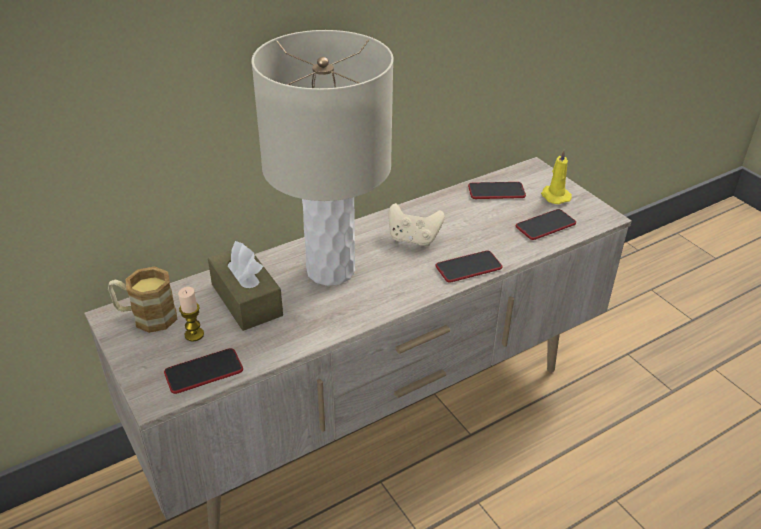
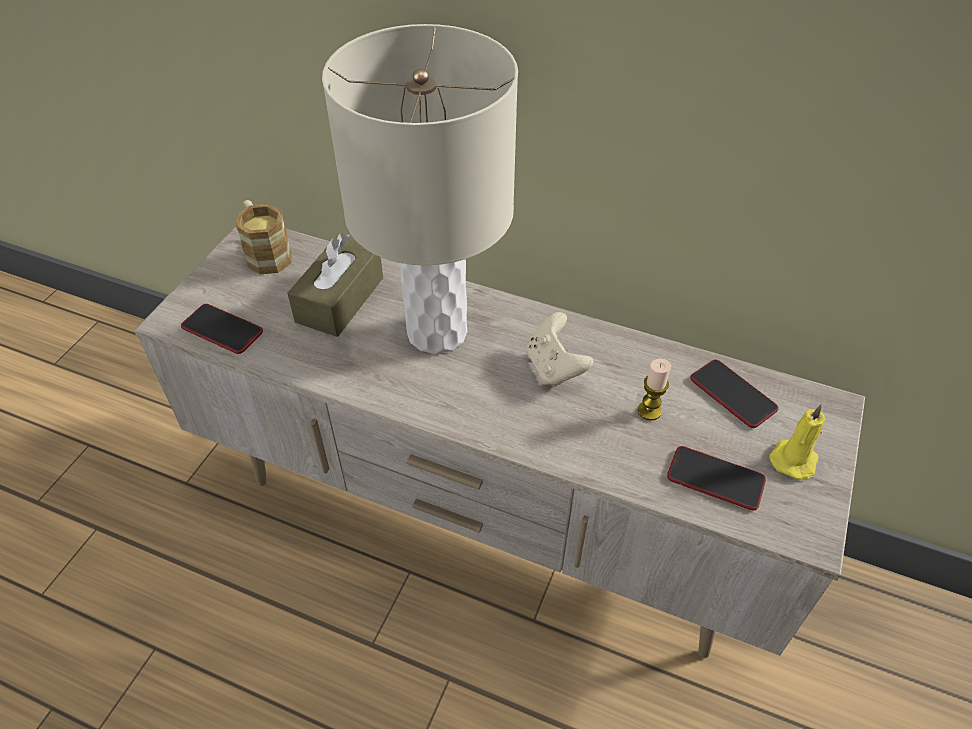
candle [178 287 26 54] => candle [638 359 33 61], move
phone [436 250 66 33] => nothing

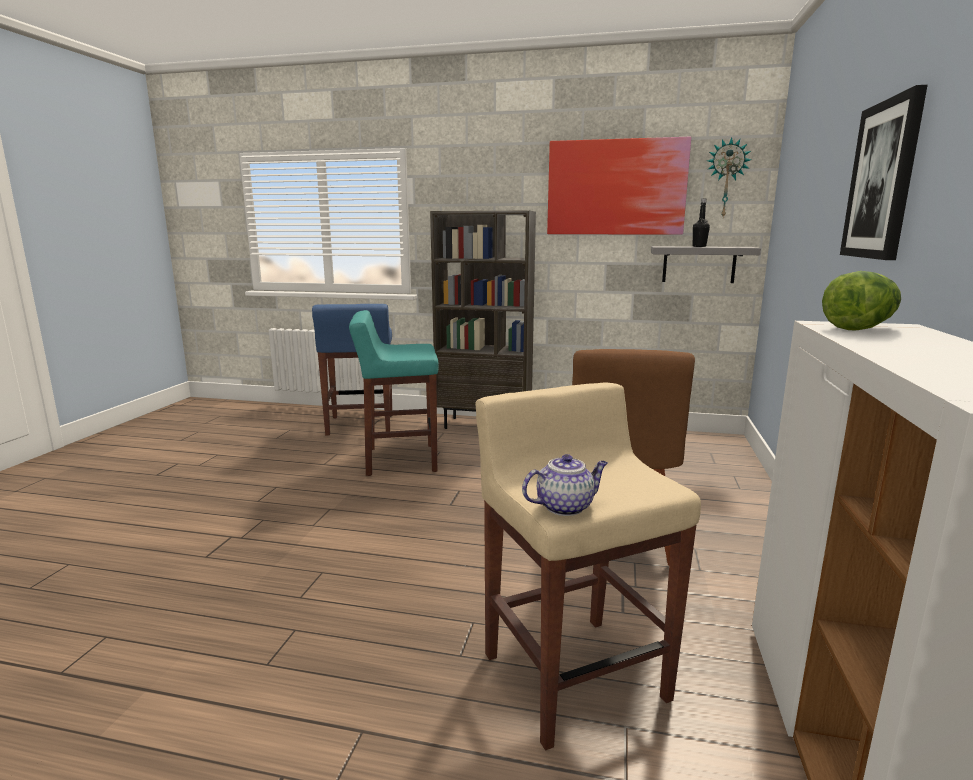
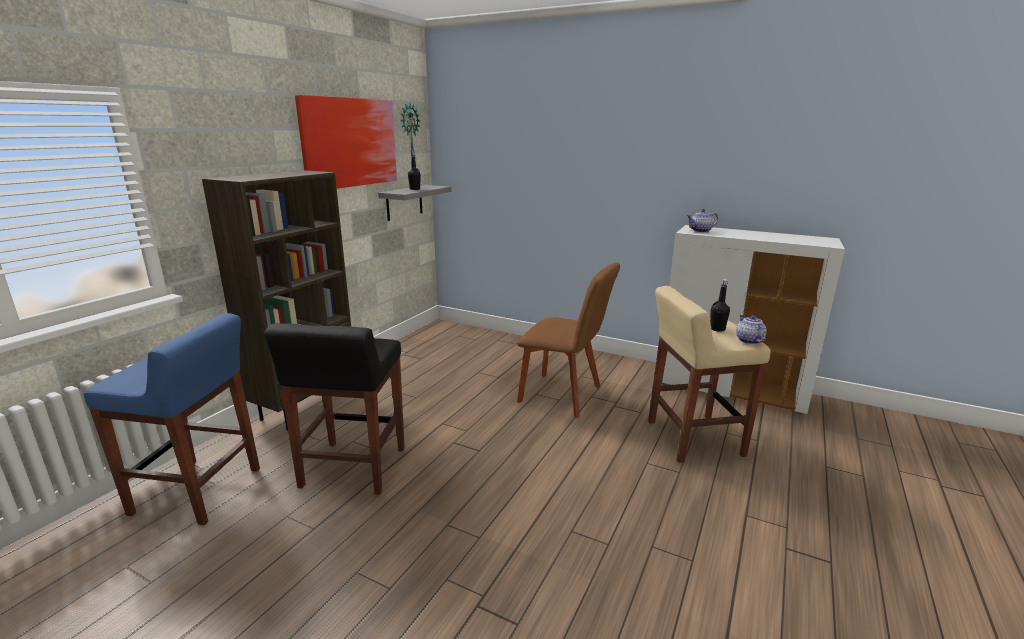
stool (turquoise) [349 310 89 166] => stool (black) [264 323 141 172]
lettuce [822 271 79 59] => teapot [687 209 31 23]
nothing => bottle (black) [710 279 20 53]
picture [840 85 88 175] => nothing

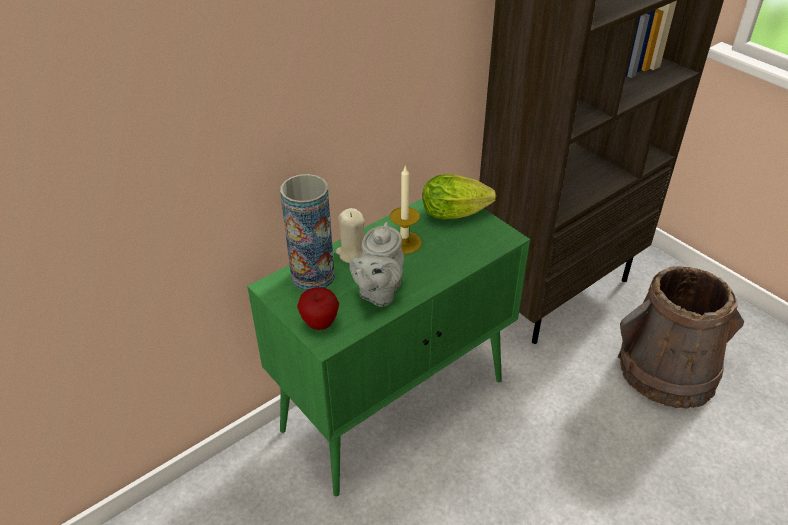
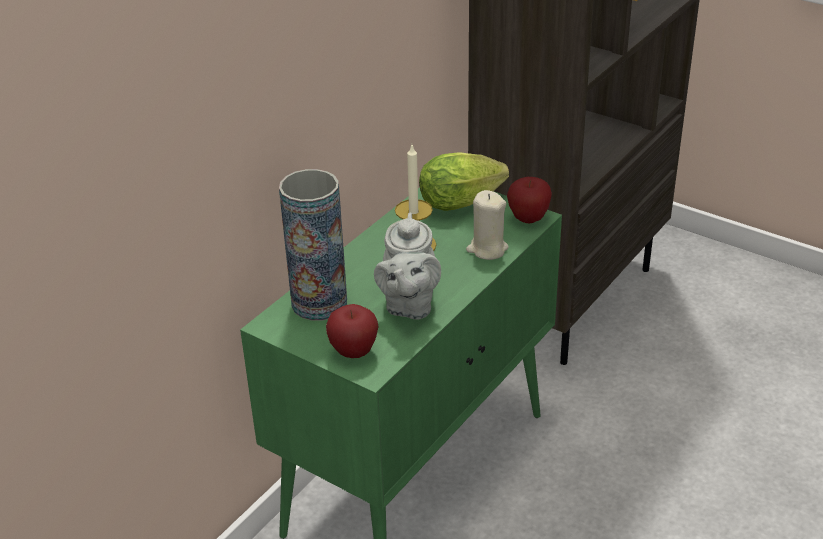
candle (beige) [336 208 29 55] => candle (beige) [466 190 43 70], move
nothing => apple [507 177 45 46]
bucket (brown) [618 266 126 143] => nothing

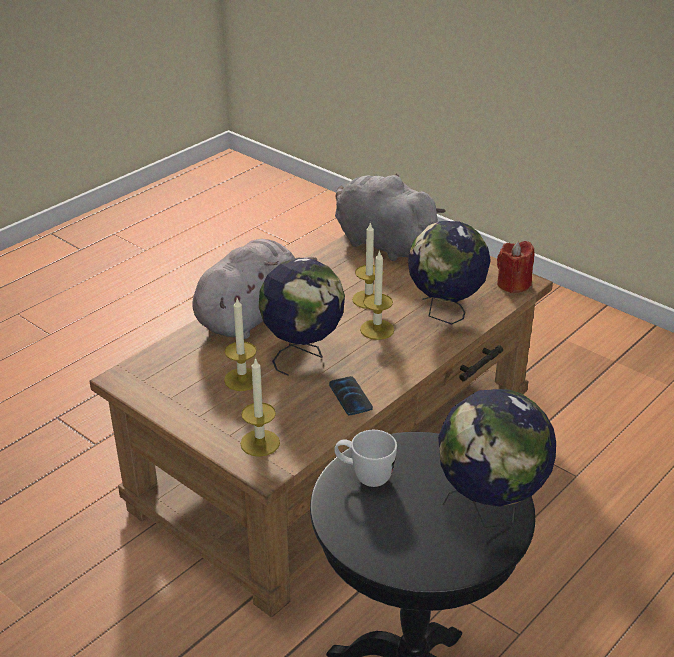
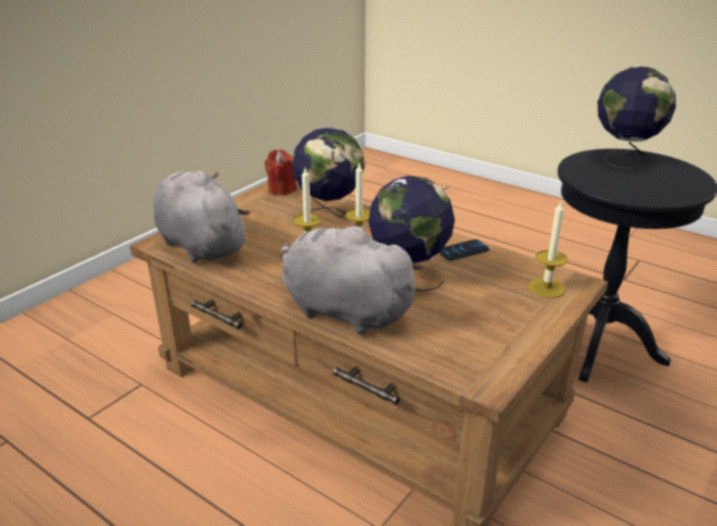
plush toy (grey) [335 174 111 87] => plush toy (grey) [153 171 97 92], 105 degrees clockwise
candle [224 299 33 92] => nothing
mug (white) [334 430 63 57] => nothing

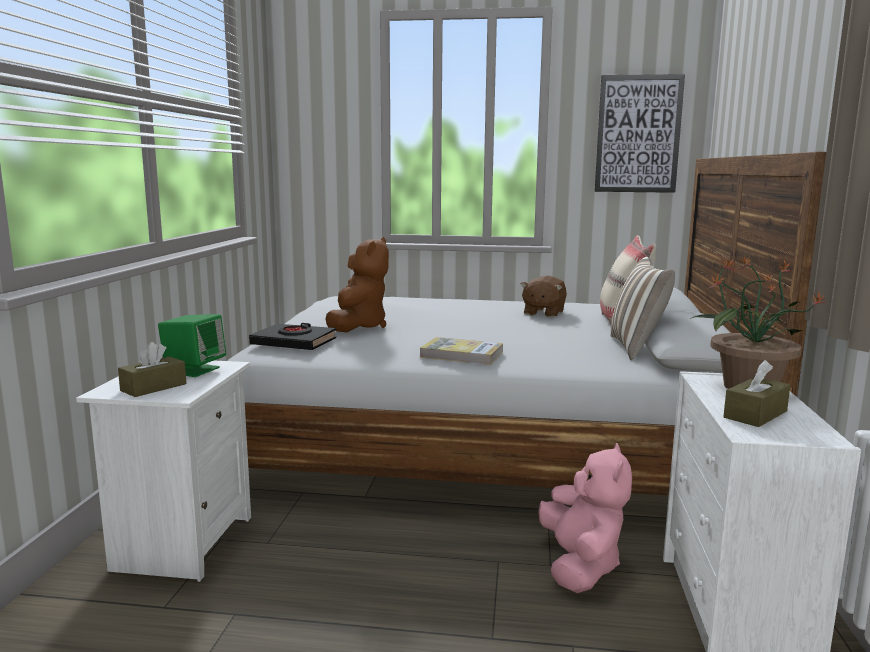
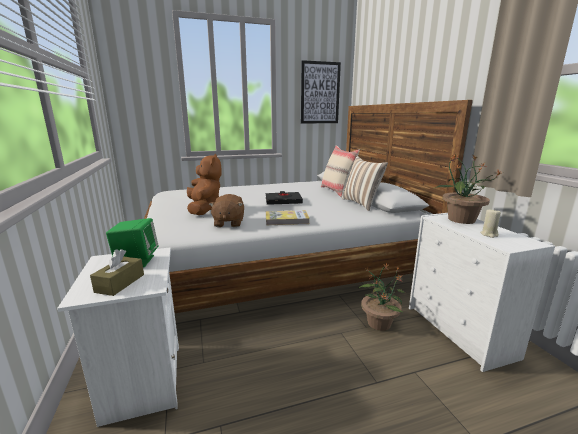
plush toy (brown) [520 276 47 41] => plush toy (brown) [209 194 35 33], move
book (black) [249 323 87 27] => book (black) [266 191 37 14], move
plush toy (pink) [538 443 94 150] => potted plant [359 263 46 68]
tissue box (brown) [723 360 67 67] => candle (beige) [480 208 21 30]

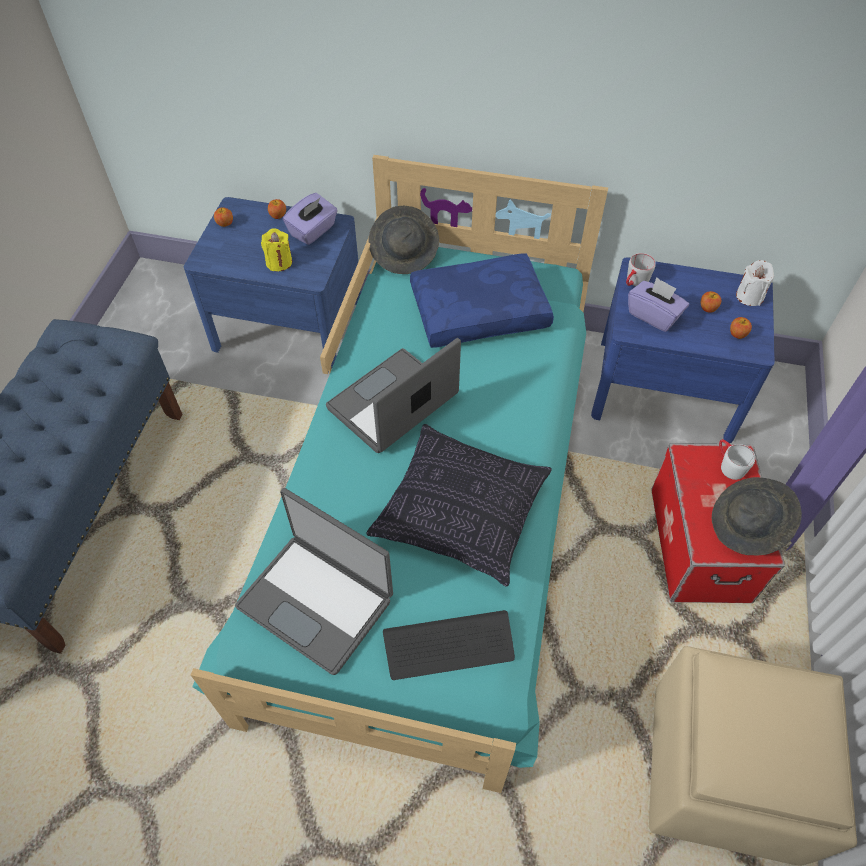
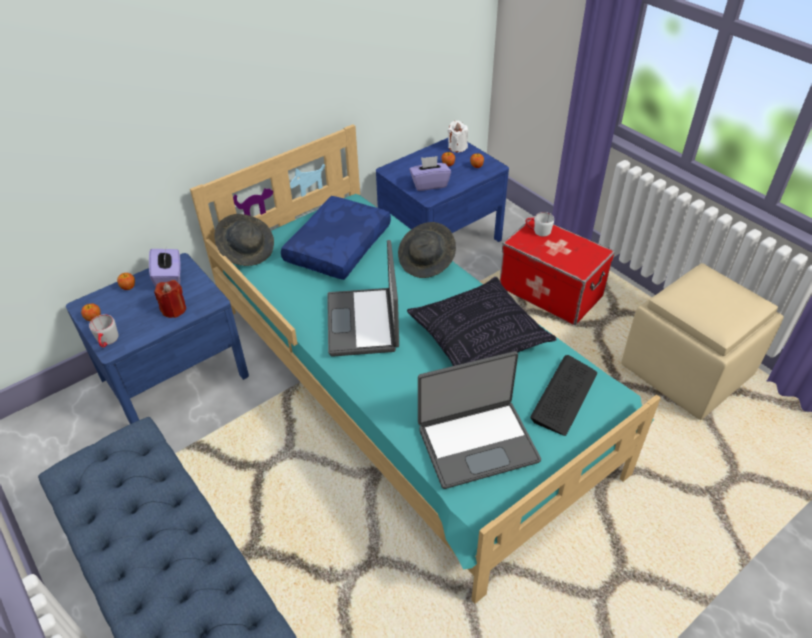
mug (grey) [626 253 30 33] => mug (grey) [89 315 29 33], move
candle (yellow) [261 228 31 43] => candle (red) [154 280 32 38]
hat (grey) [712 477 90 79] => hat (grey) [398 222 58 56], move

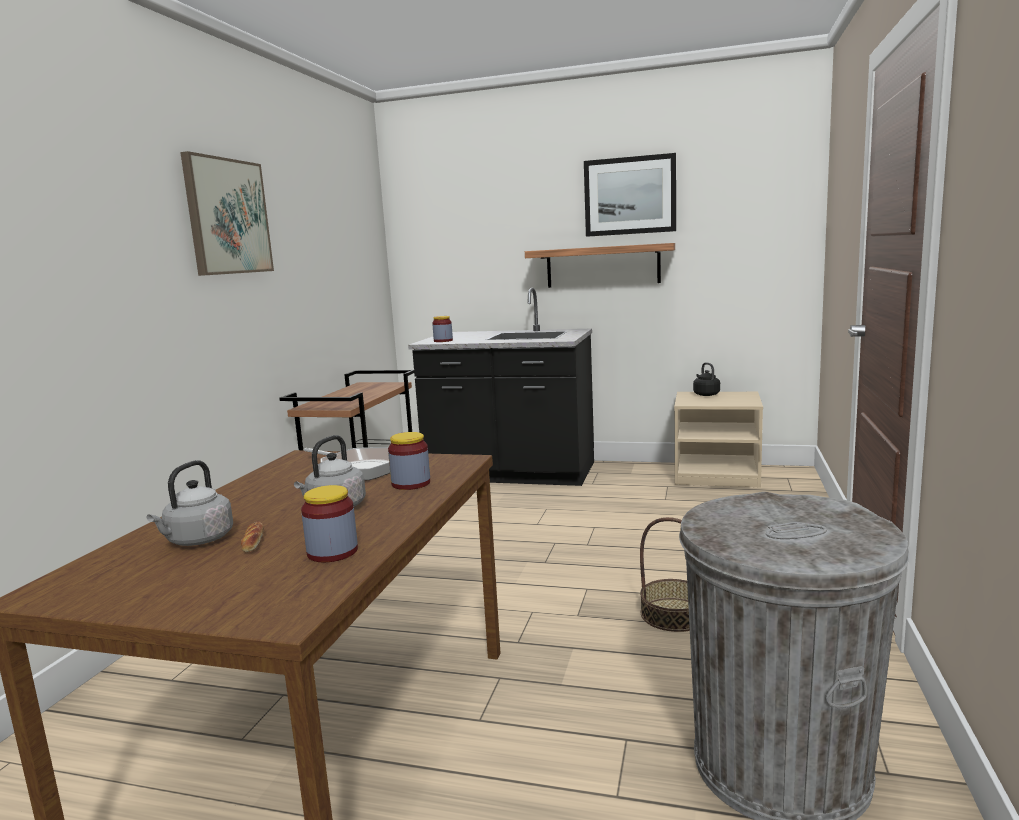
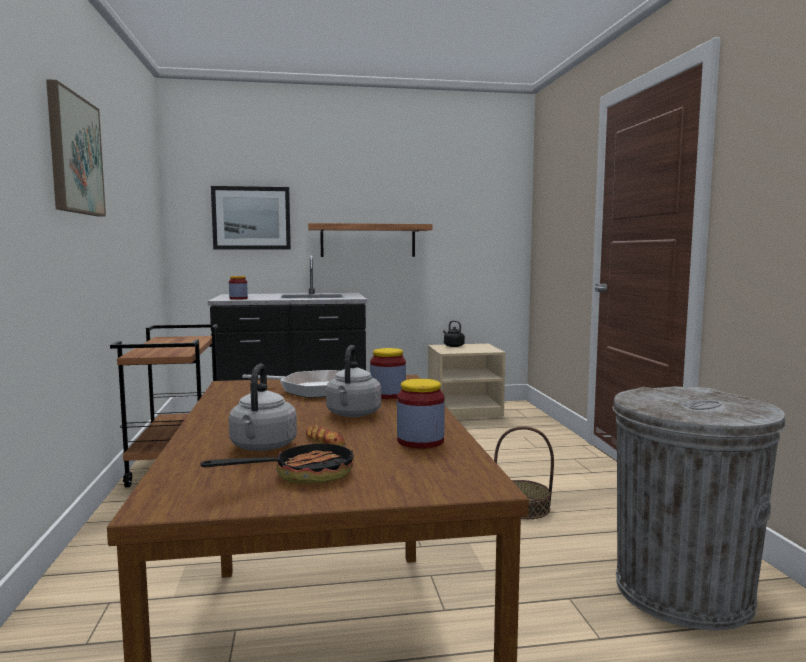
nothing => frying pan [201 428 153 56]
picture [584 153 92 84] => picture [211 186 80 64], move

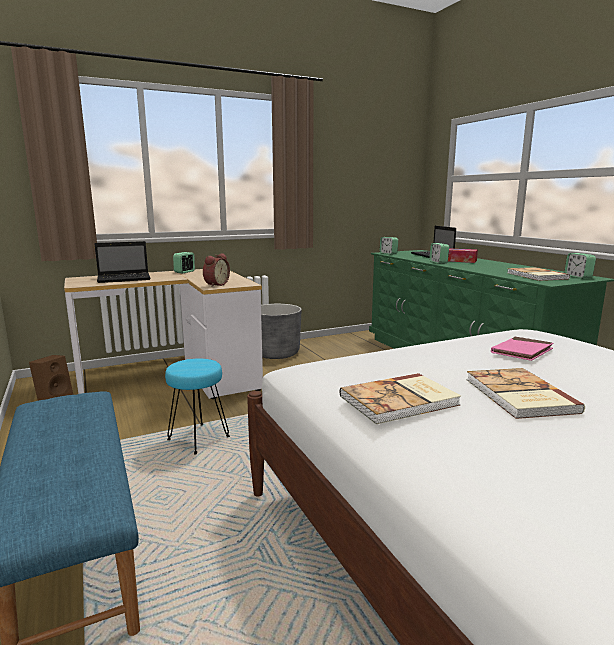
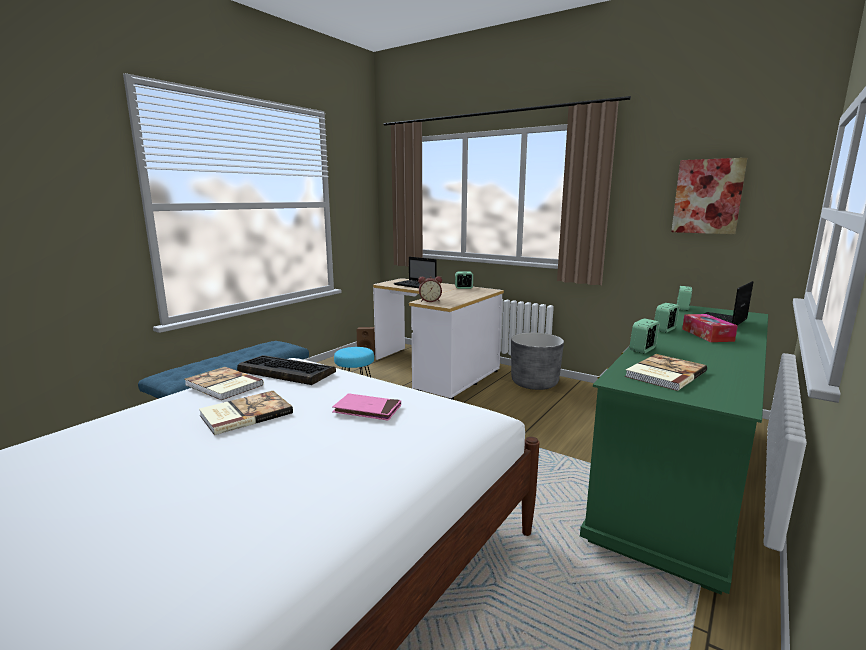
nothing => keyboard [237 355 99 30]
alarm clock [564 253 32 25] => alarm clock [629 318 31 36], move
nothing => picture [671 158 76 76]

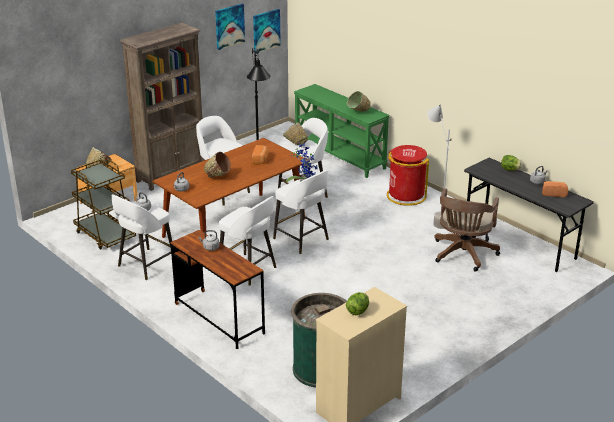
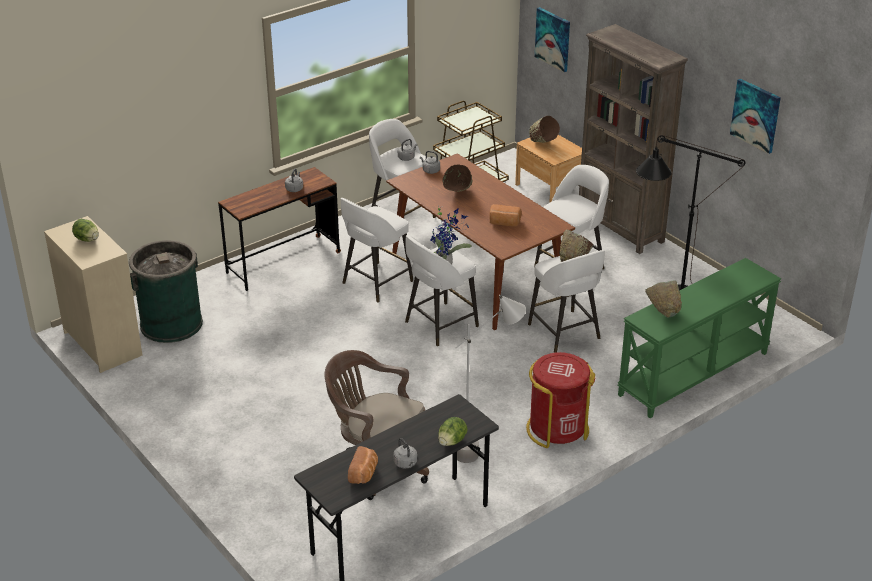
picture [253 9 28 45] => picture [535 7 35 65], move

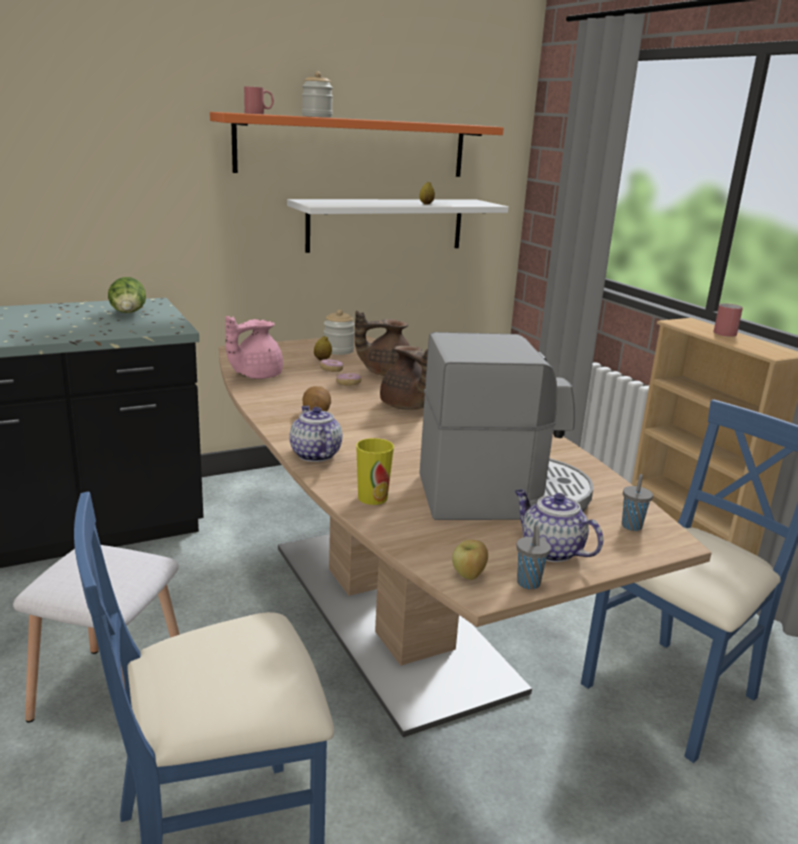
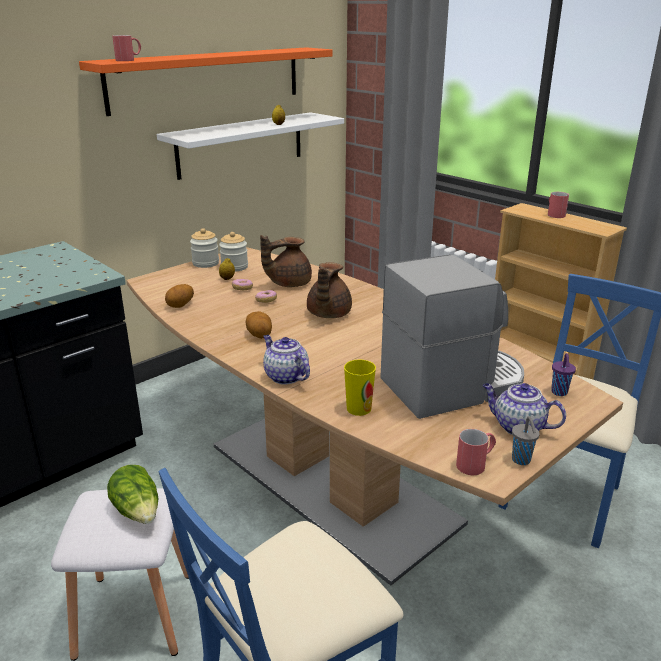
lettuce [108 277 38 36] => lettuce [107 465 51 59], move
teapot (pink) [225 316 58 63] => potato [165 284 29 24]
jar [302 72 31 45] => jar [190 228 29 40], move
teapot (brown) [380 346 48 64] => teapot (brown) [307 262 45 56], 60 degrees clockwise
apple [452 540 36 40] => mug (red) [456 429 40 46]
cup (grey) [622 474 31 57] => cup (purple) [551 353 25 43]

